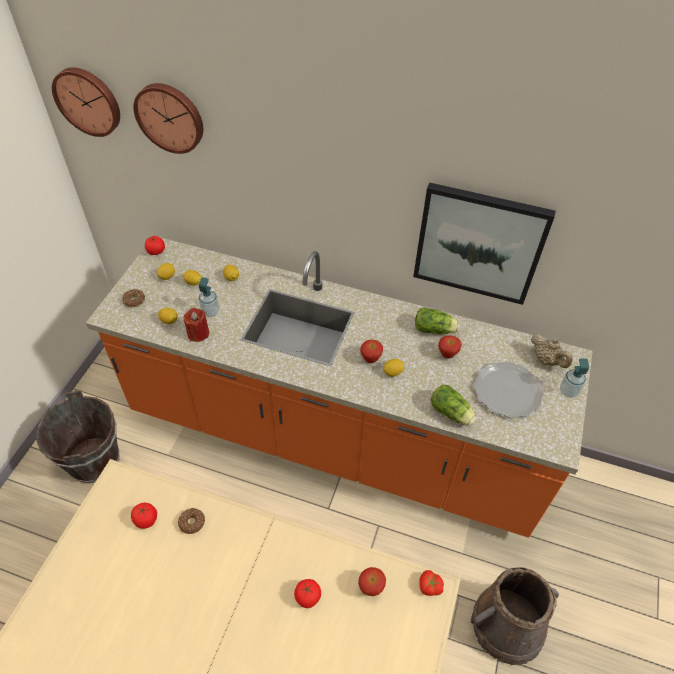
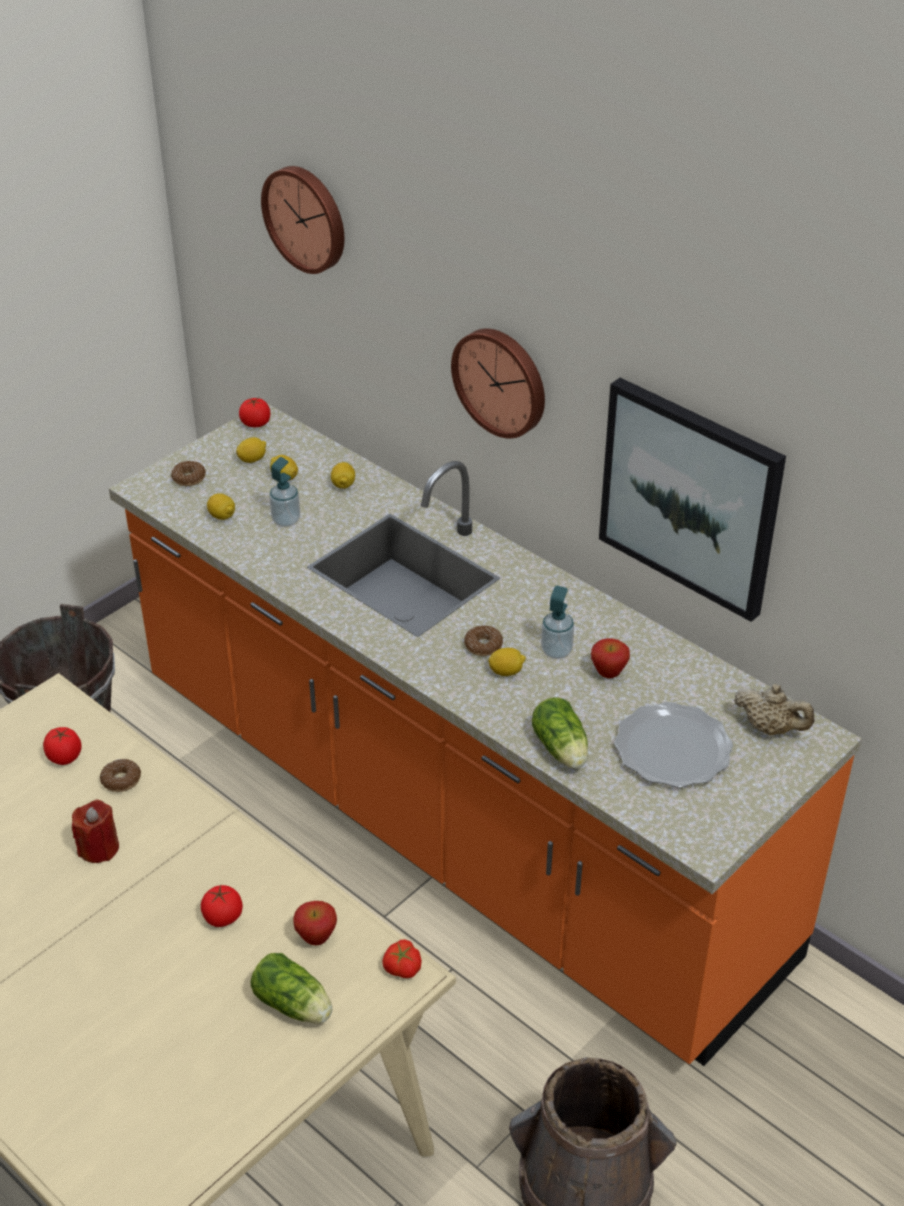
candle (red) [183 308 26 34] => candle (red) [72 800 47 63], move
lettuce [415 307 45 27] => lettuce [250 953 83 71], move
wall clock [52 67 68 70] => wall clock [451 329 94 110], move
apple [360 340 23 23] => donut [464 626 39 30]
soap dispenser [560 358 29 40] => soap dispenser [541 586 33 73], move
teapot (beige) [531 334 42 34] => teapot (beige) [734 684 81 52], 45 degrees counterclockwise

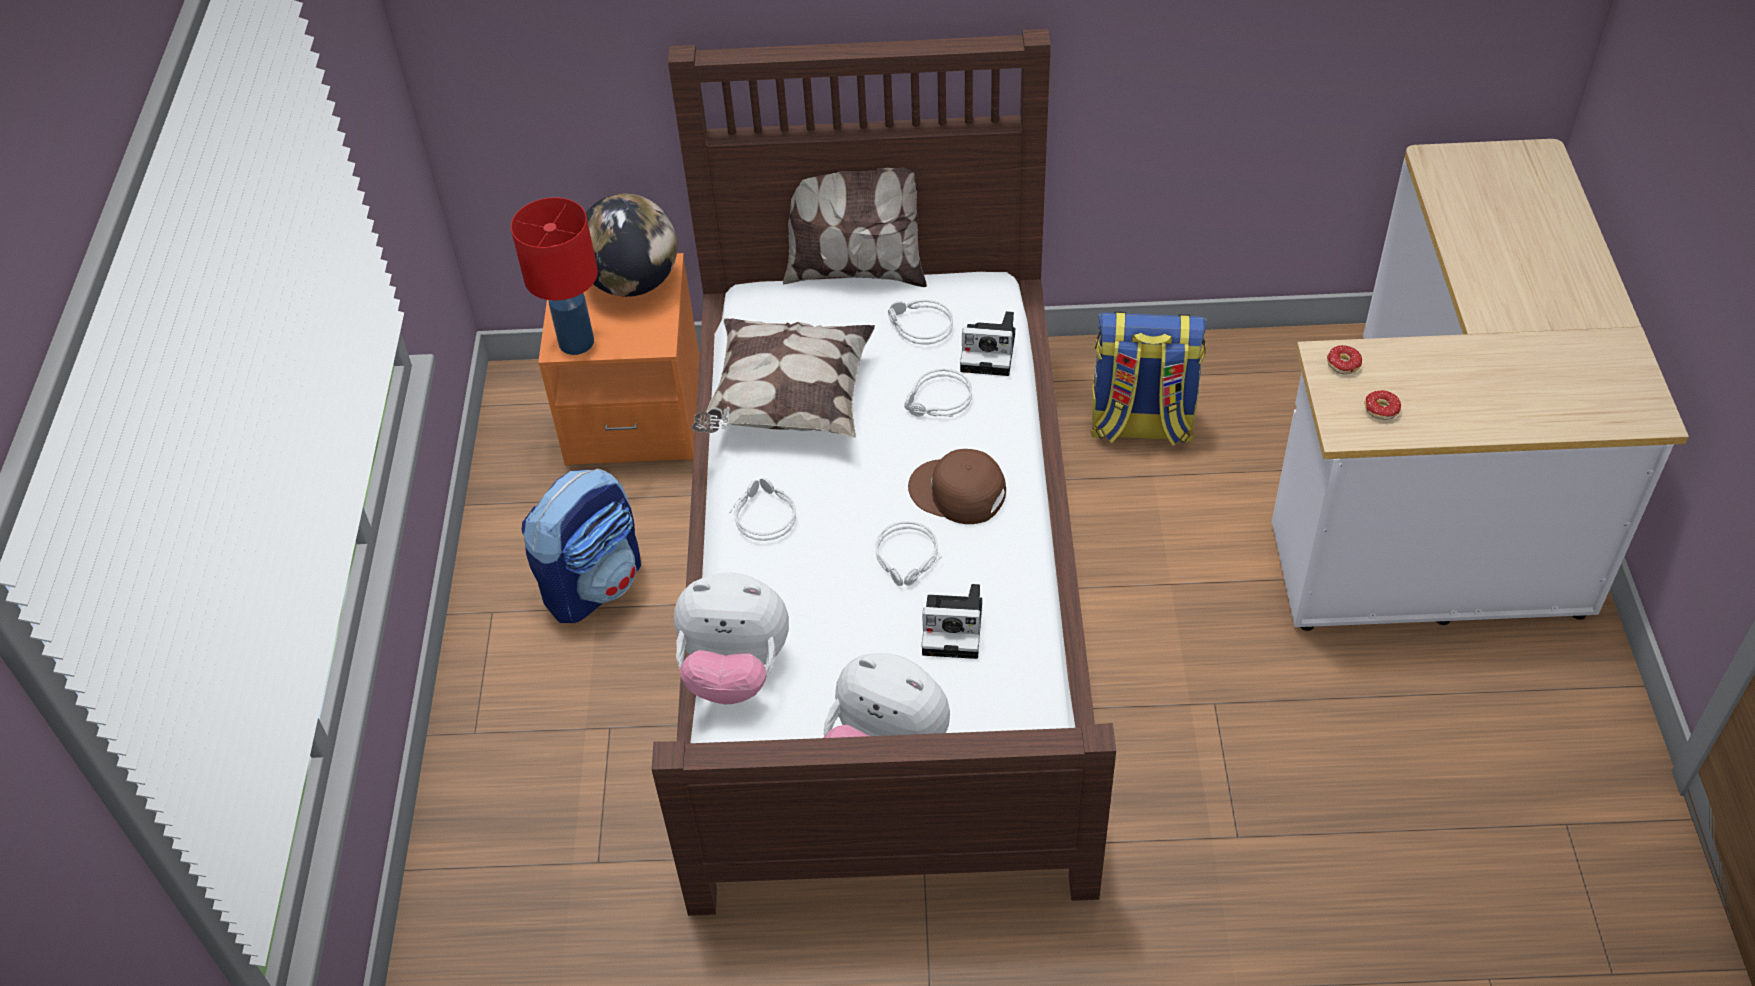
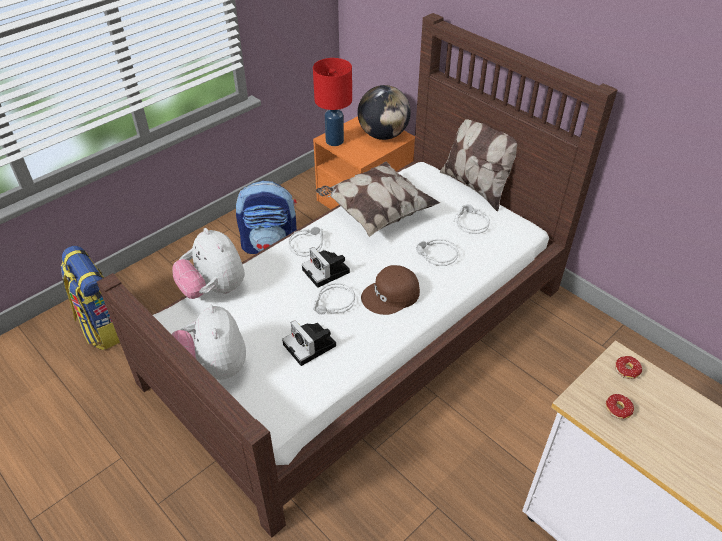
backpack [1090 312 117 134] => backpack [61 246 59 104], move
photo camera [960 311 55 65] => photo camera [302 247 48 41], move
cap (brown) [908 449 98 75] => cap (brown) [361 265 59 50], 105 degrees counterclockwise

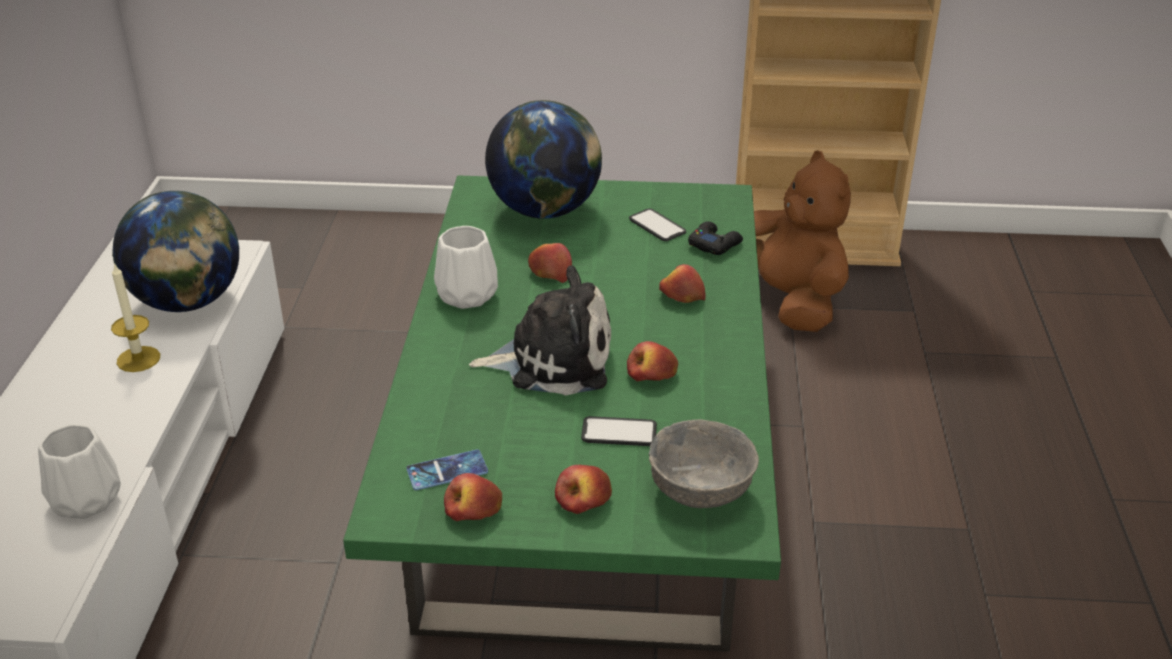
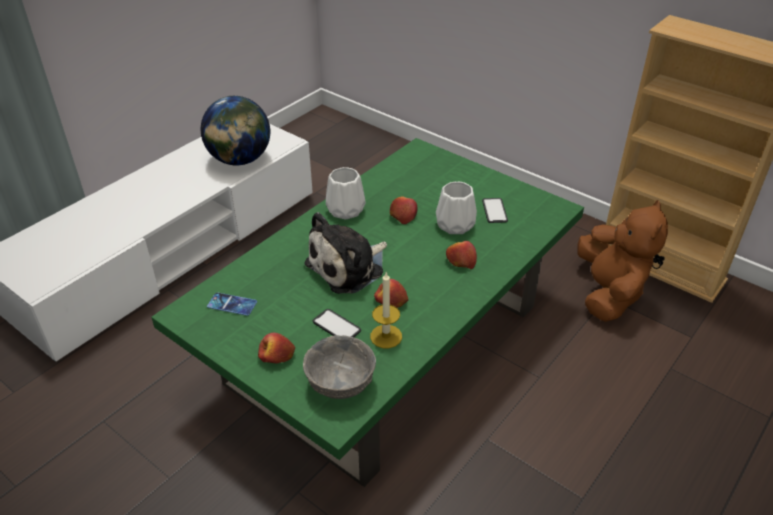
plush toy [469 265 142 130] => plush toy [304 212 83 82], 105 degrees clockwise
candle [111 263 49 109] => candle [370 272 32 76], move
vase (white) [38 424 83 95] => vase (white) [436 182 41 52], move
apple [444 473 58 48] => nothing
globe [485 100 117 119] => nothing
game controller (black) [688 221 55 34] => nothing

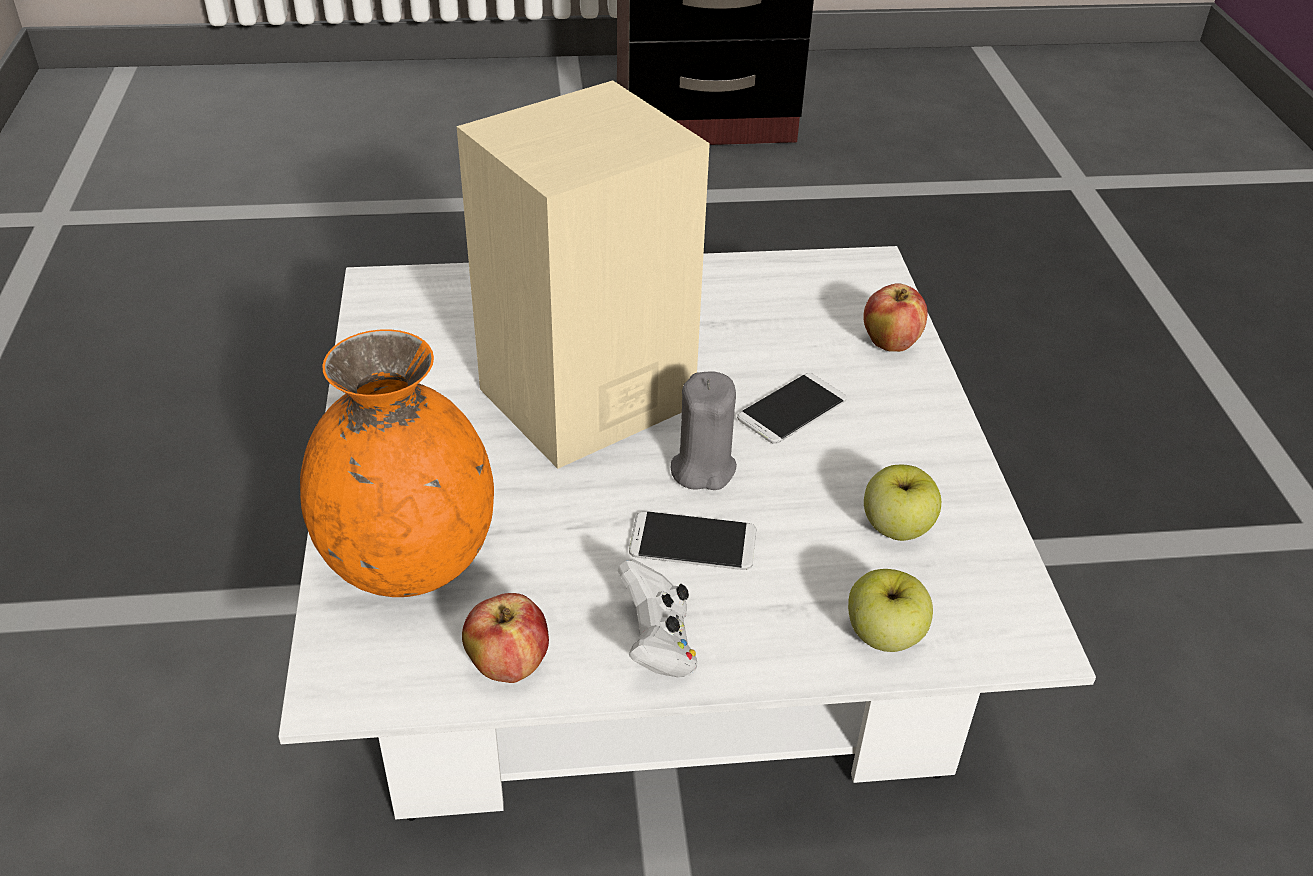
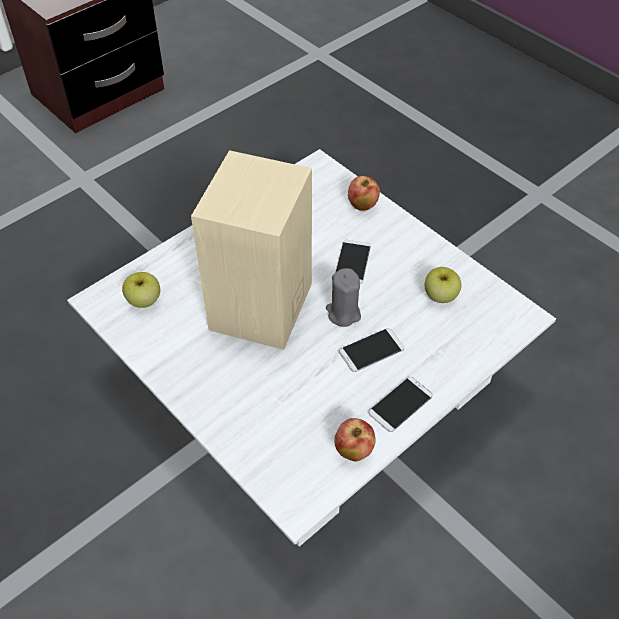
apple [848 569 85 83] => apple [122 272 38 36], move
game controller (white) [618 559 79 118] => phone [369 377 64 55]
vase (orange) [300 329 194 268] => nothing

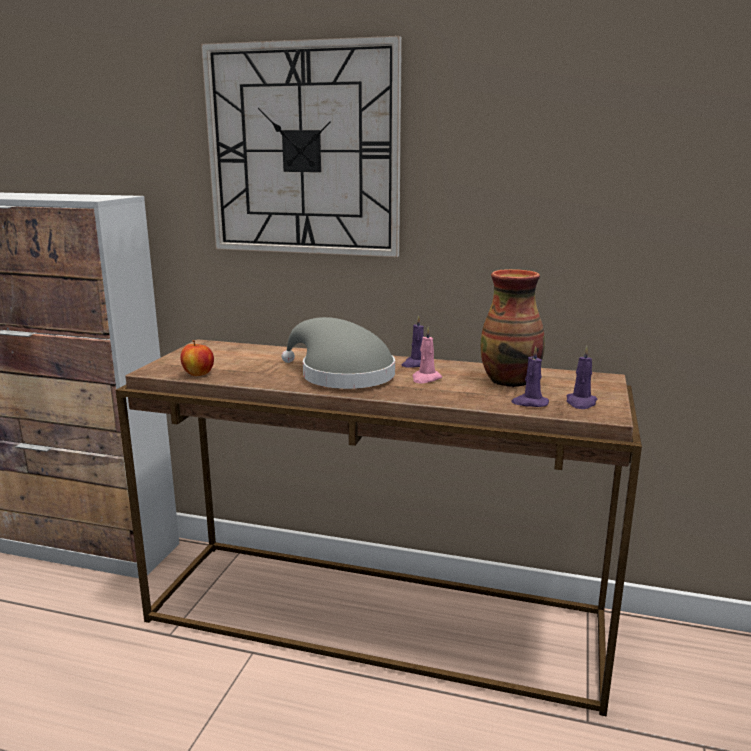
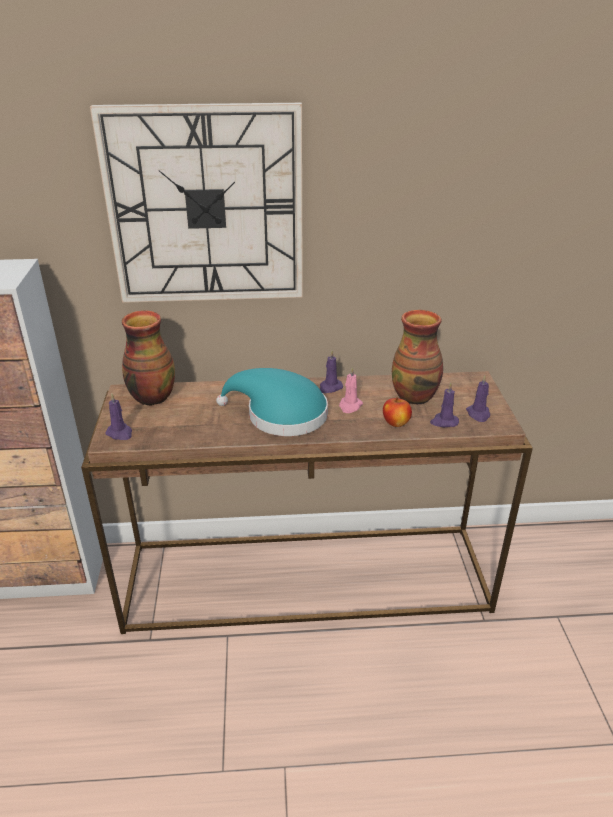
nothing => candle (purple) [105 394 27 46]
nothing => vase [122 310 53 96]
hat (grey) [282 317 113 72] => hat (turquoise) [216 368 112 68]
apple [180 340 34 36] => apple [383 397 29 30], move

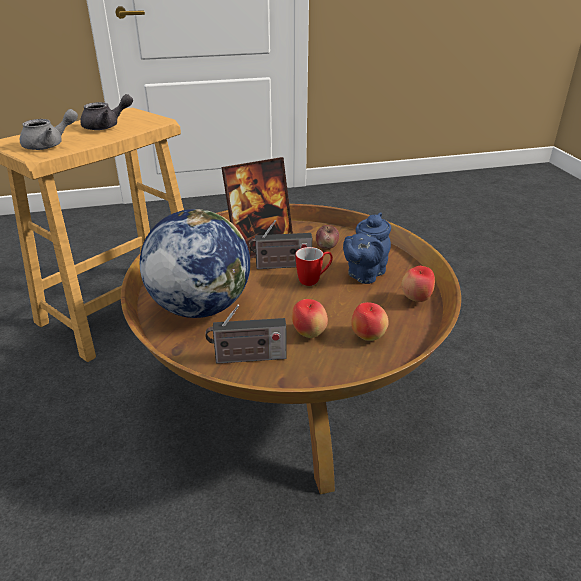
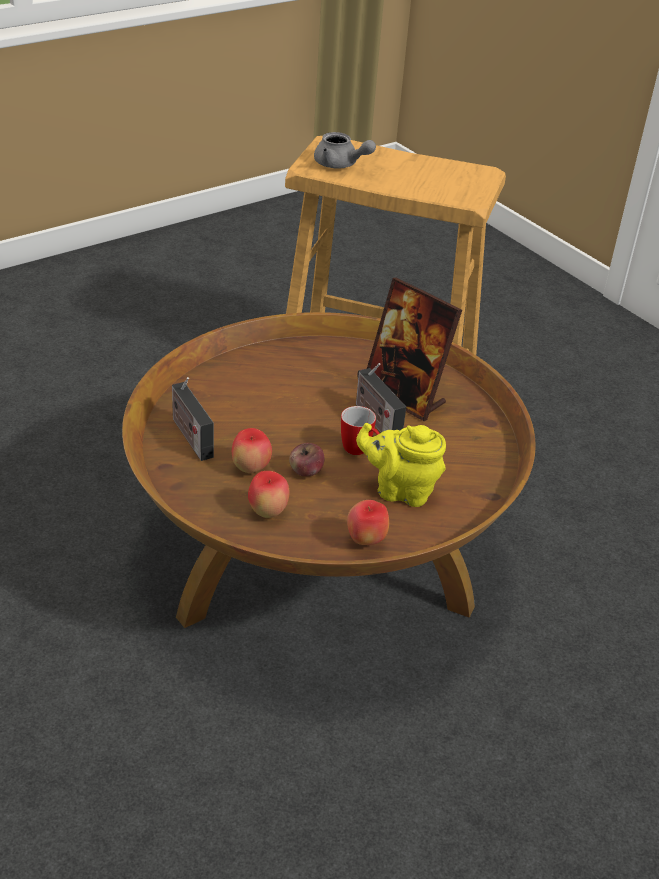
apple [316 225 23 24] => apple [289 443 35 33], move
teapot (blue) [343 212 48 72] => teapot (yellow) [356 423 90 84]
teapot (grey) [80 94 53 36] => nothing
globe [140 209 110 109] => nothing

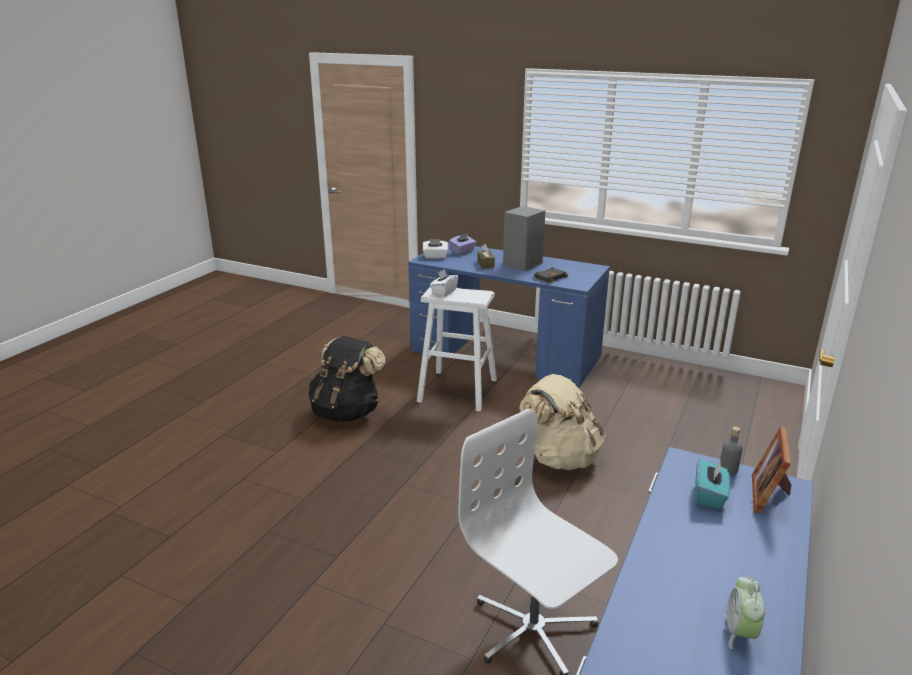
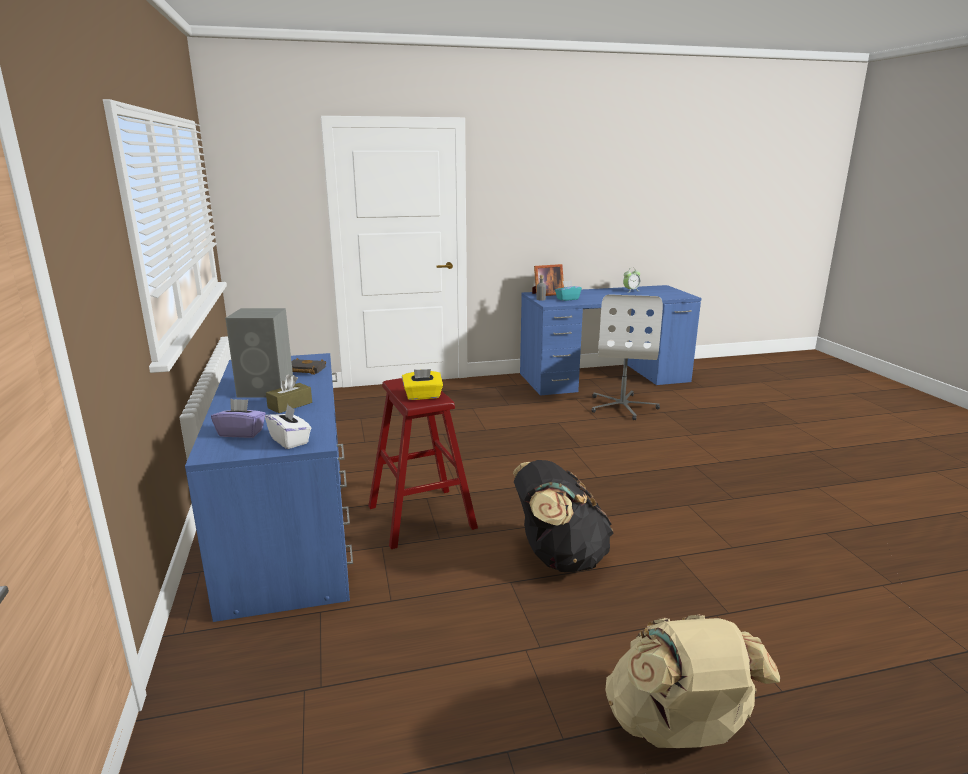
stool (white) [417 287 80 125] => stool (red) [368 378 110 171]
tissue box (white) [430 269 28 28] => tissue box (yellow) [402 369 41 31]
backpack (beige) [519 374 87 96] => backpack (beige) [605 614 175 134], move

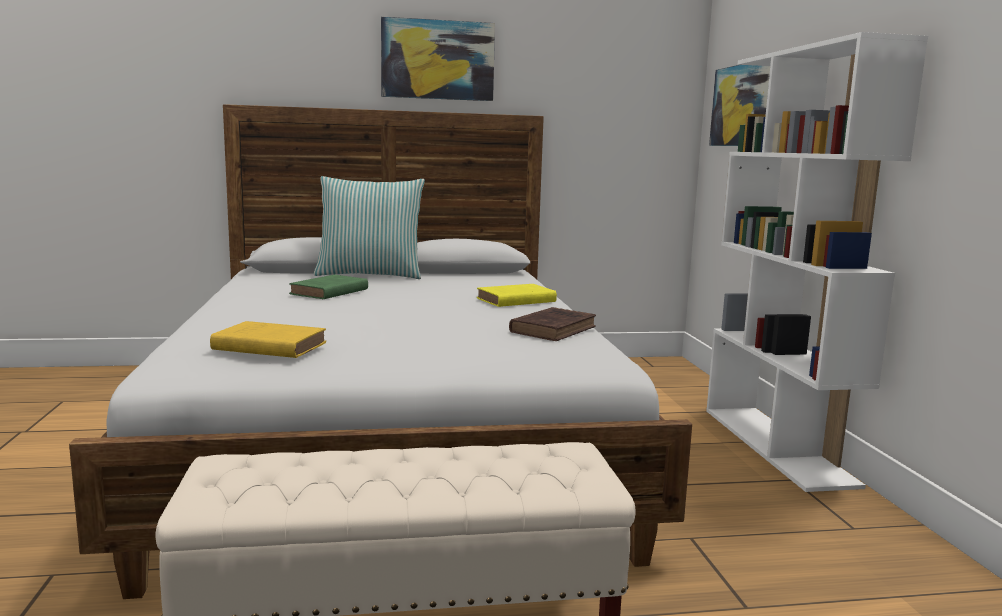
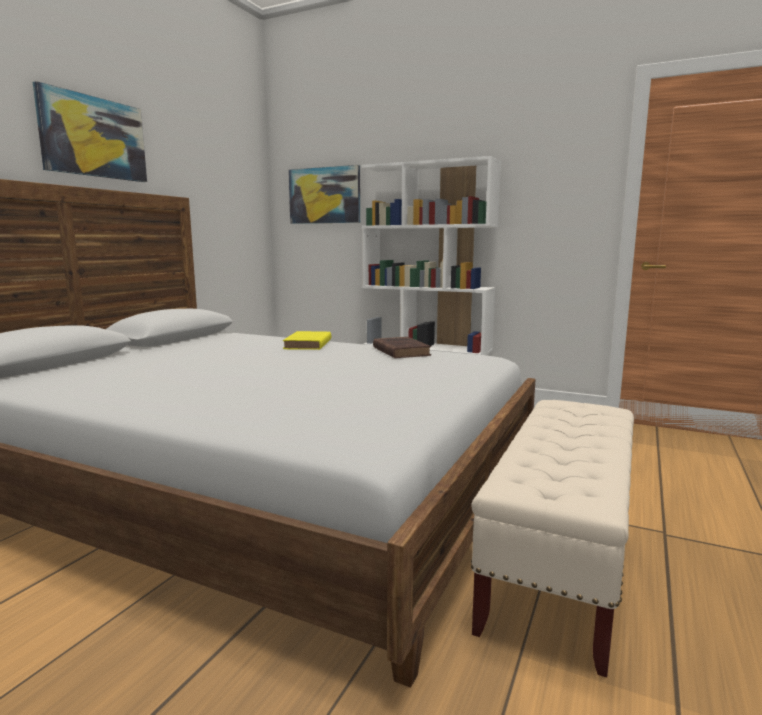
book (yellow) [210 321 116 37] => nothing
book (green) [289 275 79 24] => nothing
pillow [314 176 111 103] => nothing

